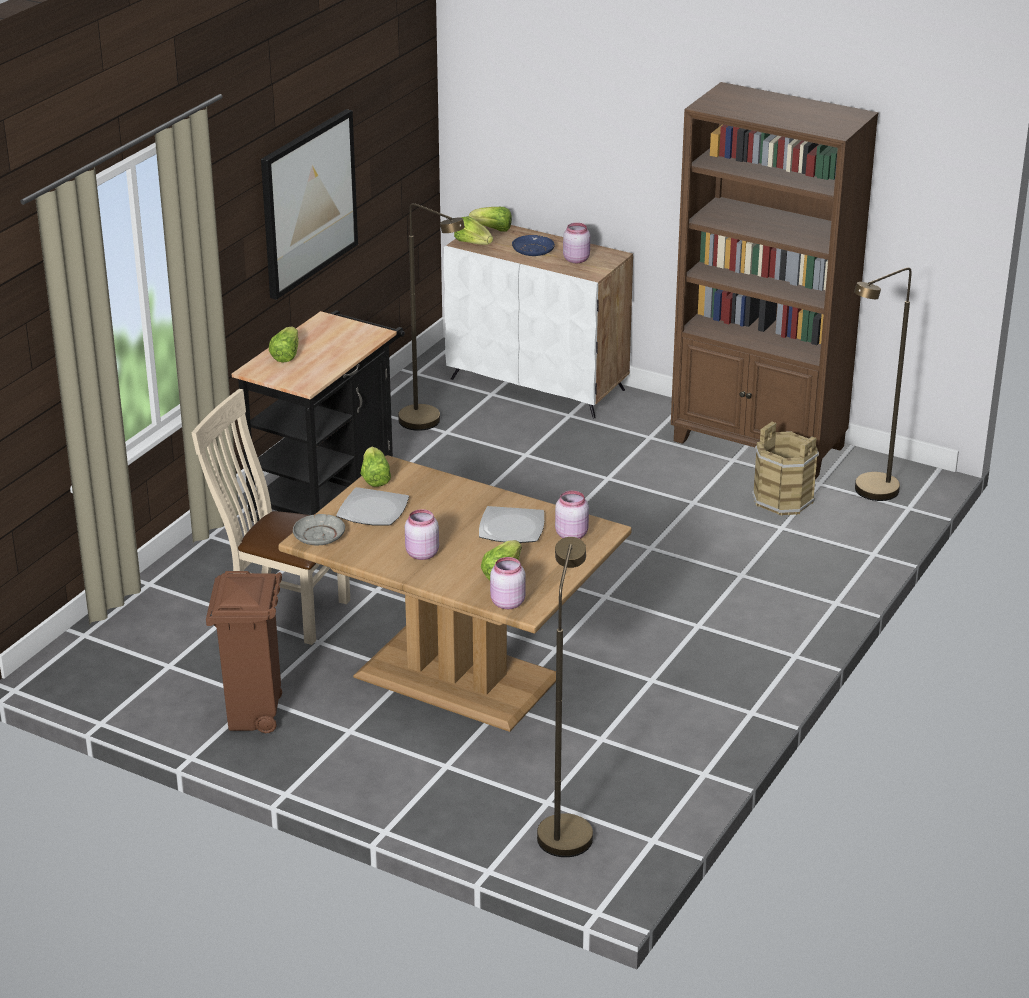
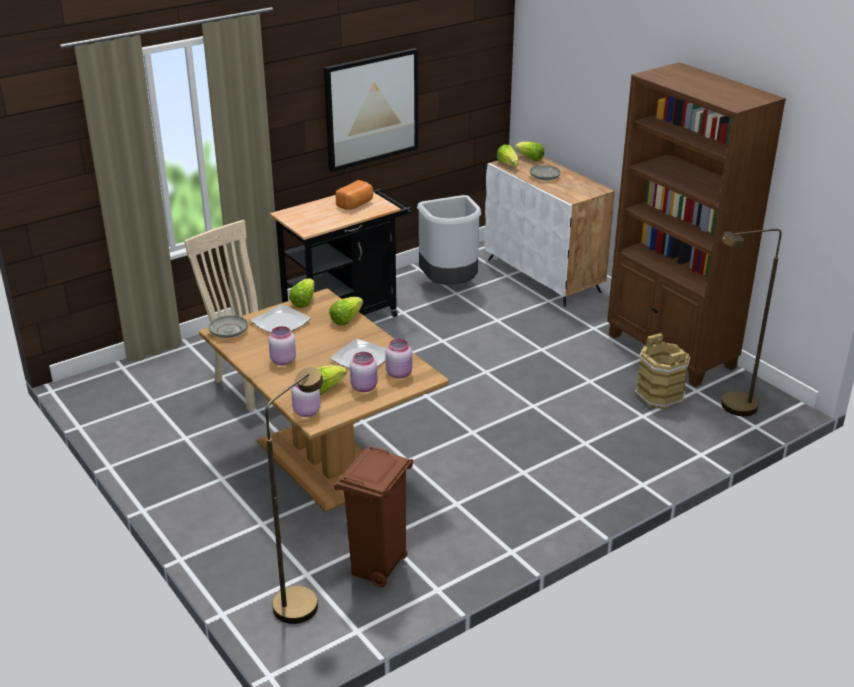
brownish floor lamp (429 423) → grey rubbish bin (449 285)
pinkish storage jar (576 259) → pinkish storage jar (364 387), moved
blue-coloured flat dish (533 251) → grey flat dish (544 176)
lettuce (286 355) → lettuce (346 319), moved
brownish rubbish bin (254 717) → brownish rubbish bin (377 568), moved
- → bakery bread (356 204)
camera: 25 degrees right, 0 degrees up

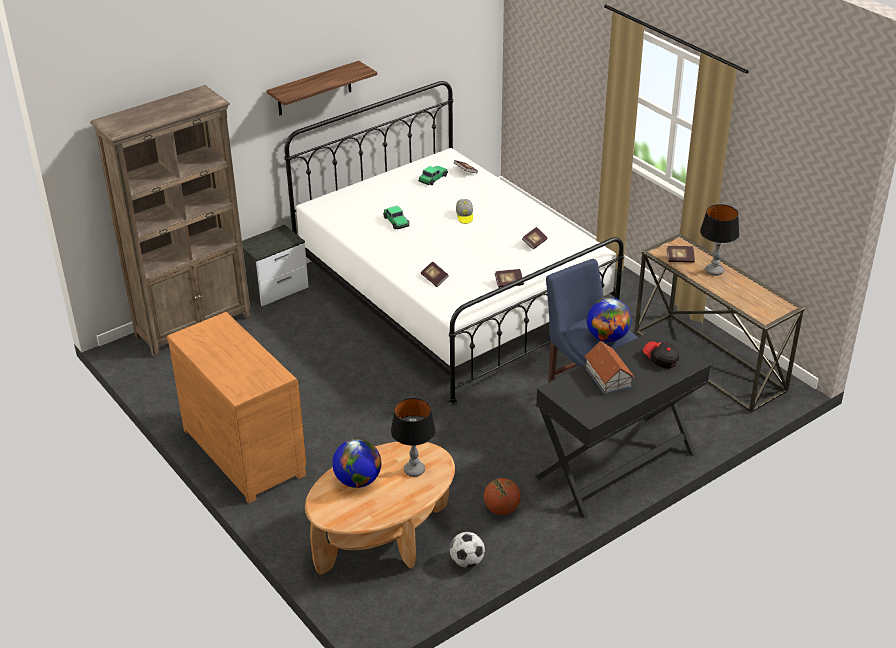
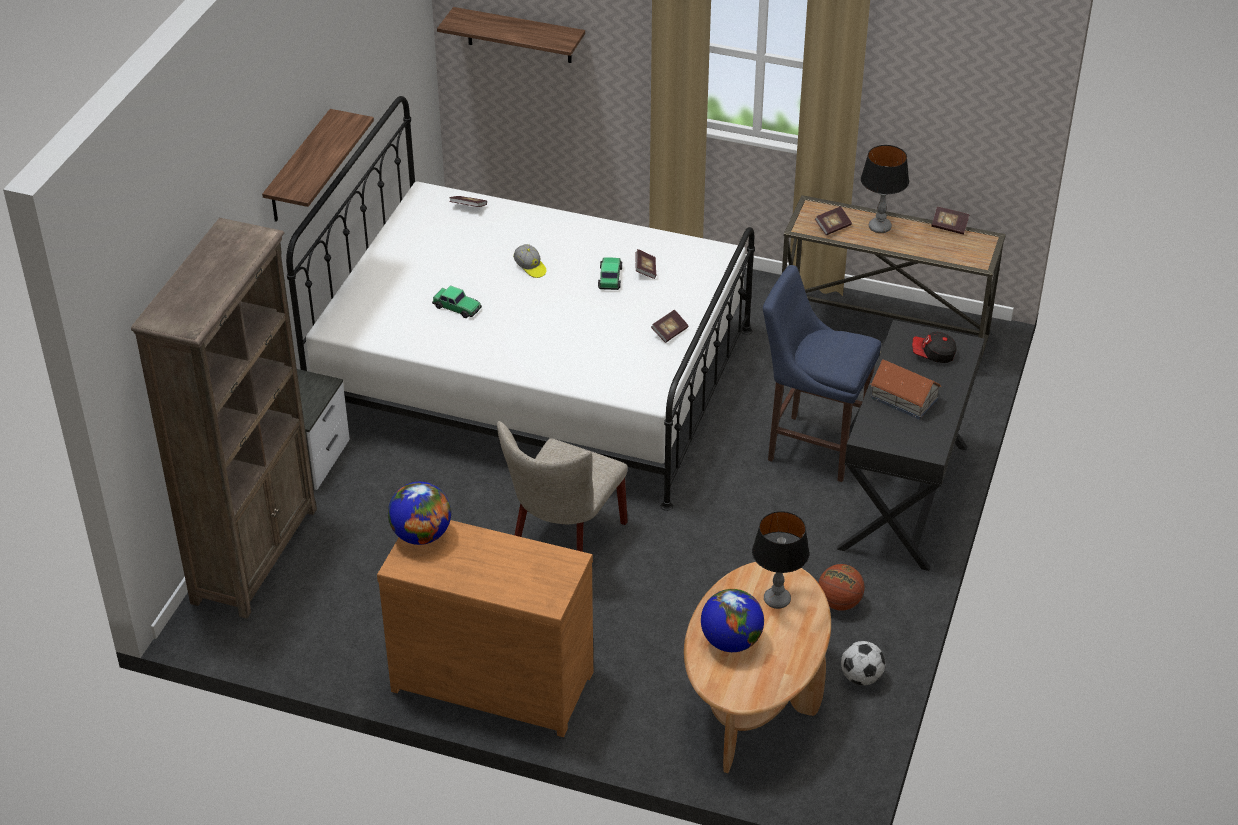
model car (433 178) → model car (610 277), moved
volume (434 279) → volume (949 226), moved
world globe (607 337) → world globe (421 535), moved
- → wall shelf (519 35)
- → beige-coloured plain chair (564 543)
camera: 35 degrees left, 5 degrees up

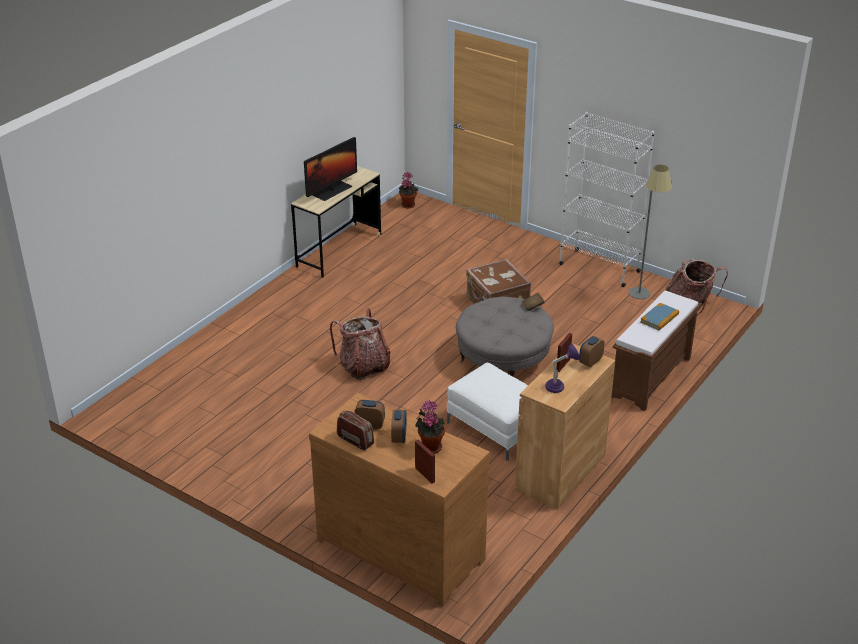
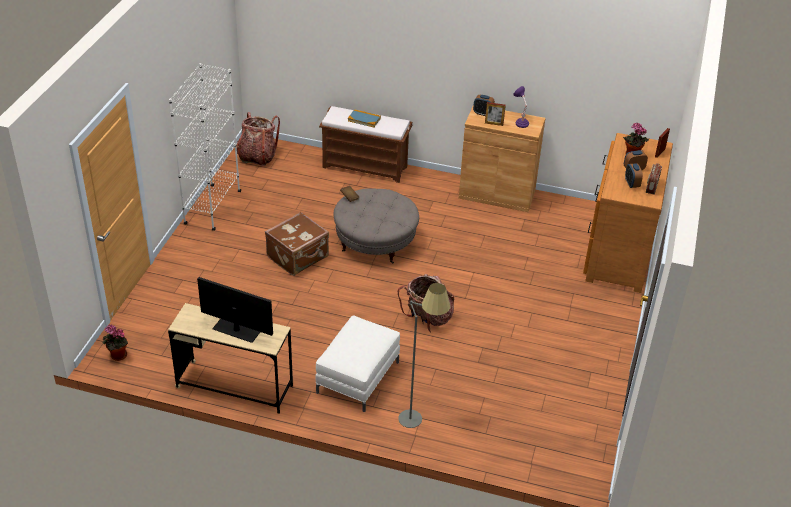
grey floor lamp (643 298) → grey floor lamp (419 414), moved
white-coloured footrest (496 428) → white-coloured footrest (358 377), moved
camera: 110 degrees left, 5 degrees up

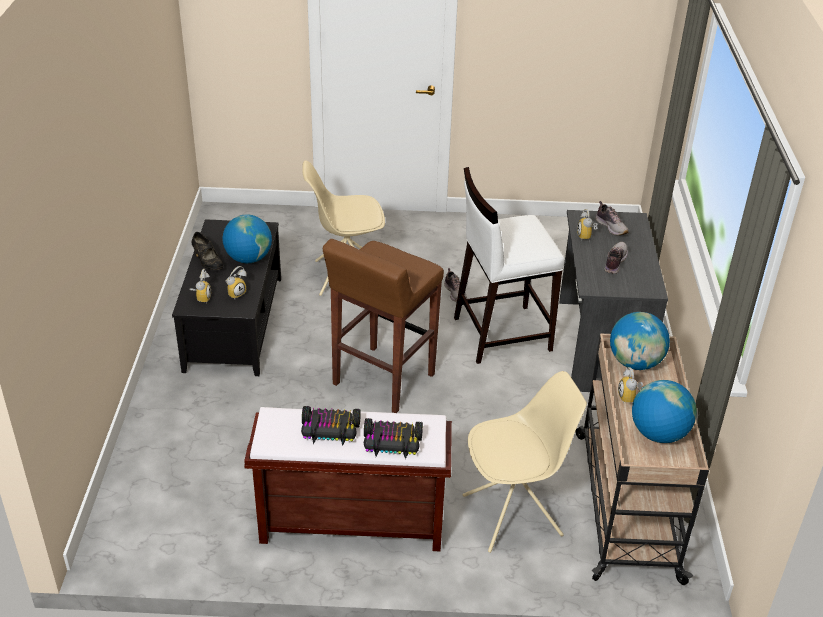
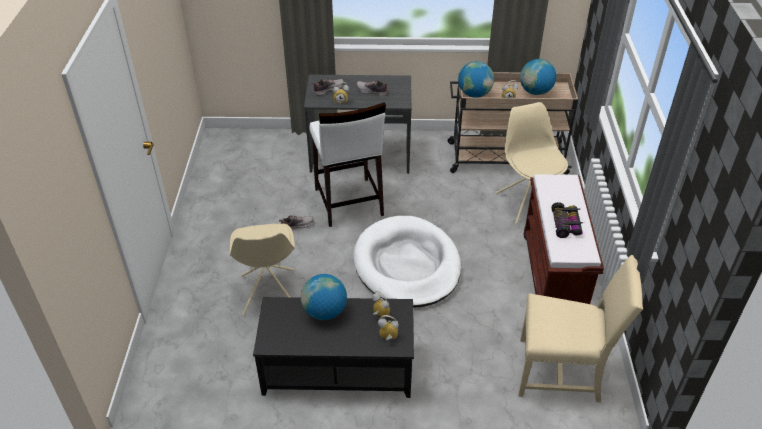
blackish low shoe (207 263) → -
brownish sitting stool (382 380) → white-coloured pet bed (407 265)
model car (392 443) → -
- → beige-coloured plain chair (562 372)
camera: 90 degrees left, 5 degrees up

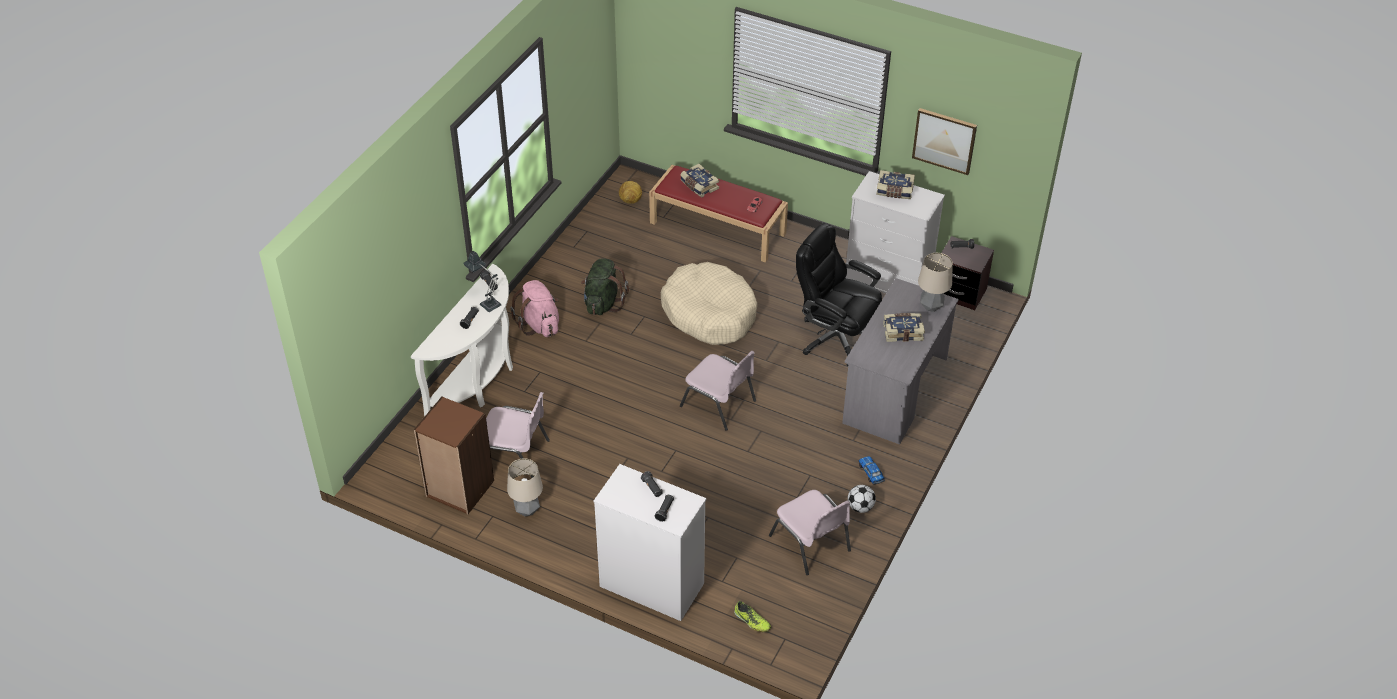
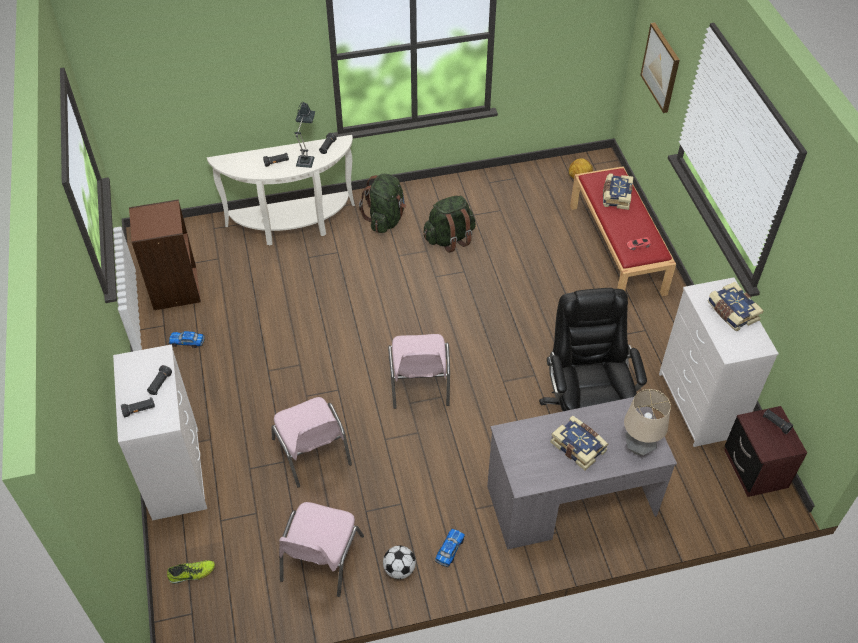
wall art (944 140) → wall art (661 67), moved
beige-coloured pet bed (709 313) → -
pinkish backpack (539 325) → green backpack (386 219)
pinkish plain chair (515 454) → pinkish plain chair (312 452), moved
tabletop lamp (527 510) → model car (187 342)
low shoe (752 621) → low shoe (192 574), 105 degrees counterclockwise
camera: 50 degrees right, 5 degrees up

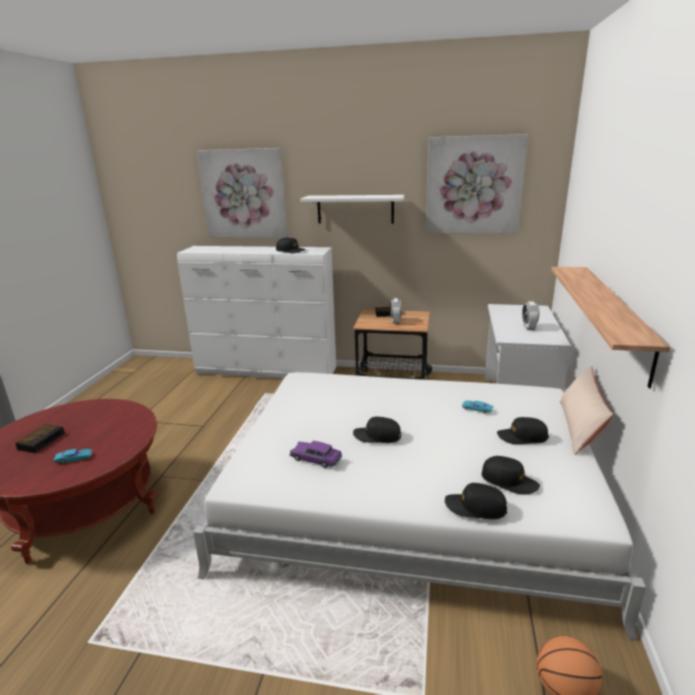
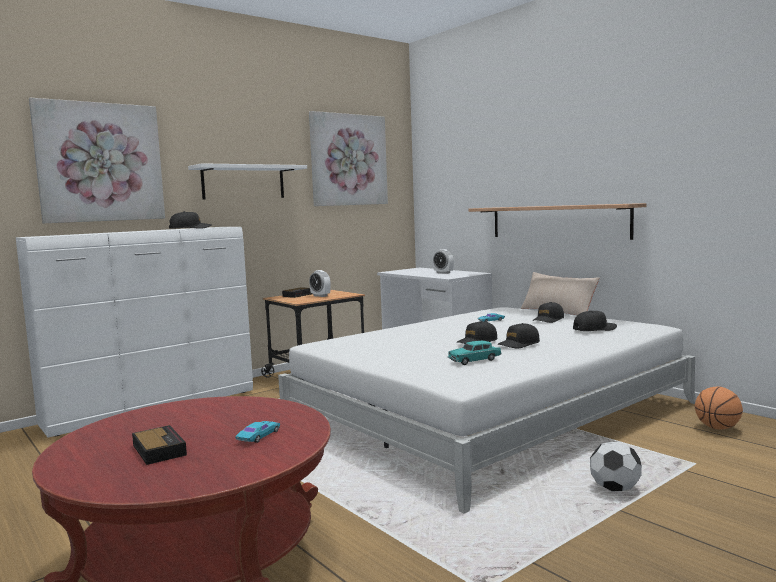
purple model car (316 460) → turquoise model car (474 360)
blackish peaked cap (475 507) → blackish peaked cap (518 344), moved
- → football (615 489)
camera: 50 degrees left, 15 degrees down

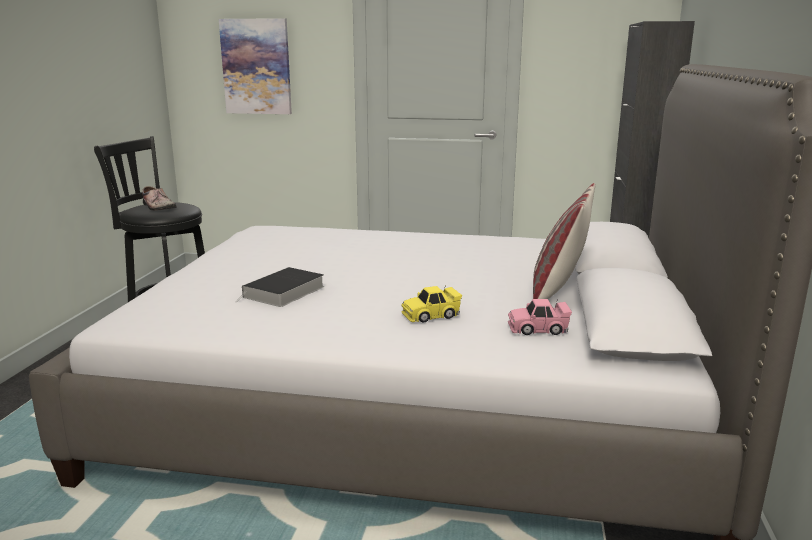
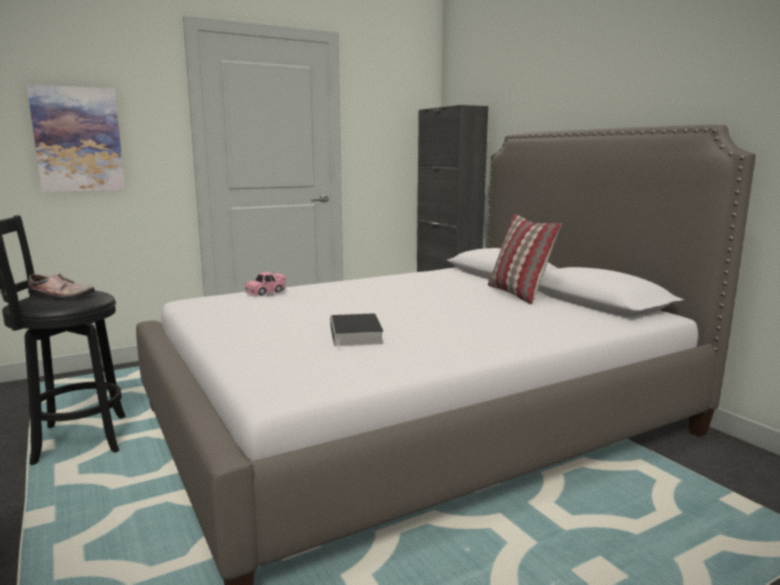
yellow model car (431 315) → -
pinkish model car (538 329) → pinkish model car (265 292), moved
camera: 40 degrees left, 5 degrees down

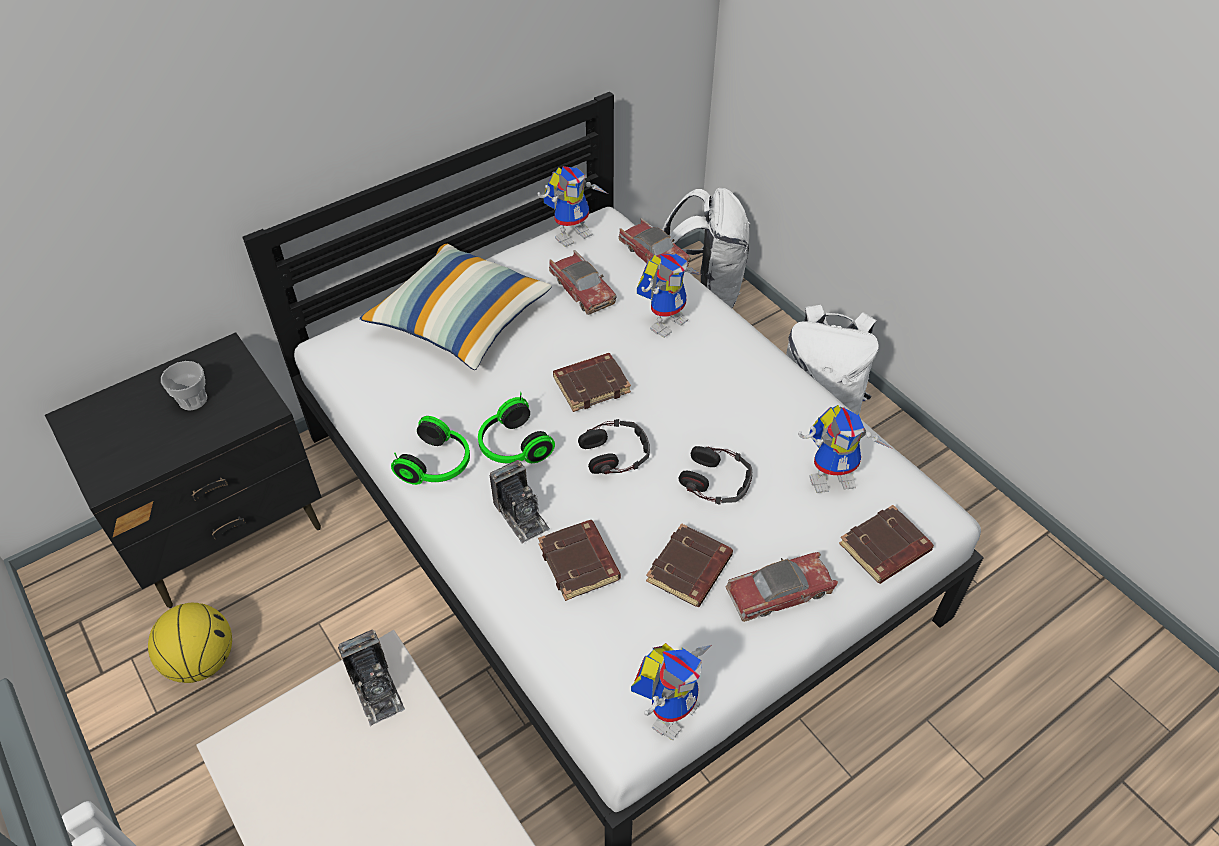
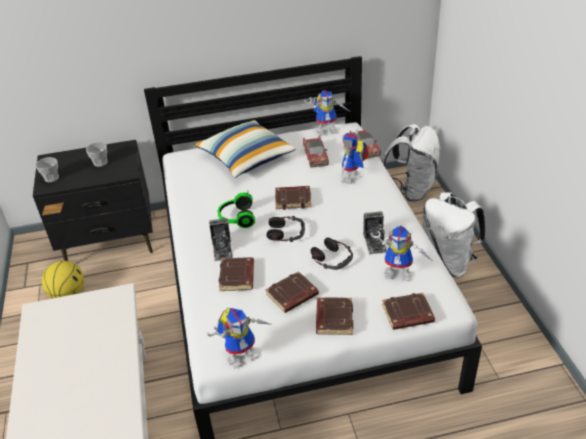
model robot (666 320) → model robot (352 179), 135 degrees clockwise
headset (438 465) → -
model car (779 592) → brownish volume (333 318)
photo camera (376 689) → photo camera (375 242), moved
- → small cup (51 178)
camera: 25 degrees right, 10 degrees down

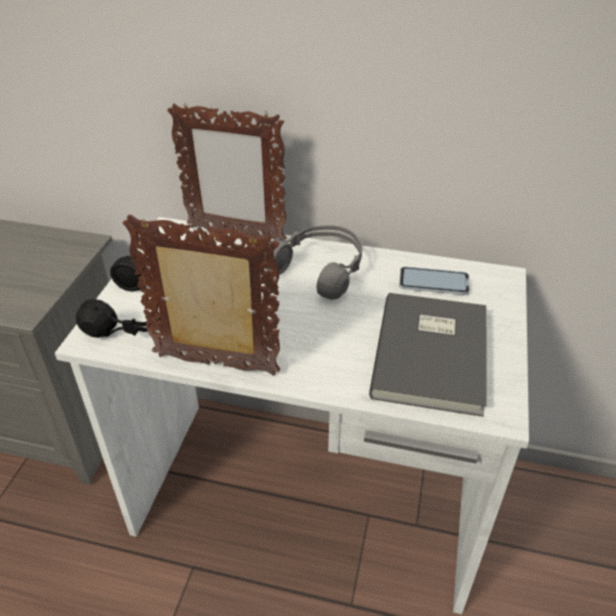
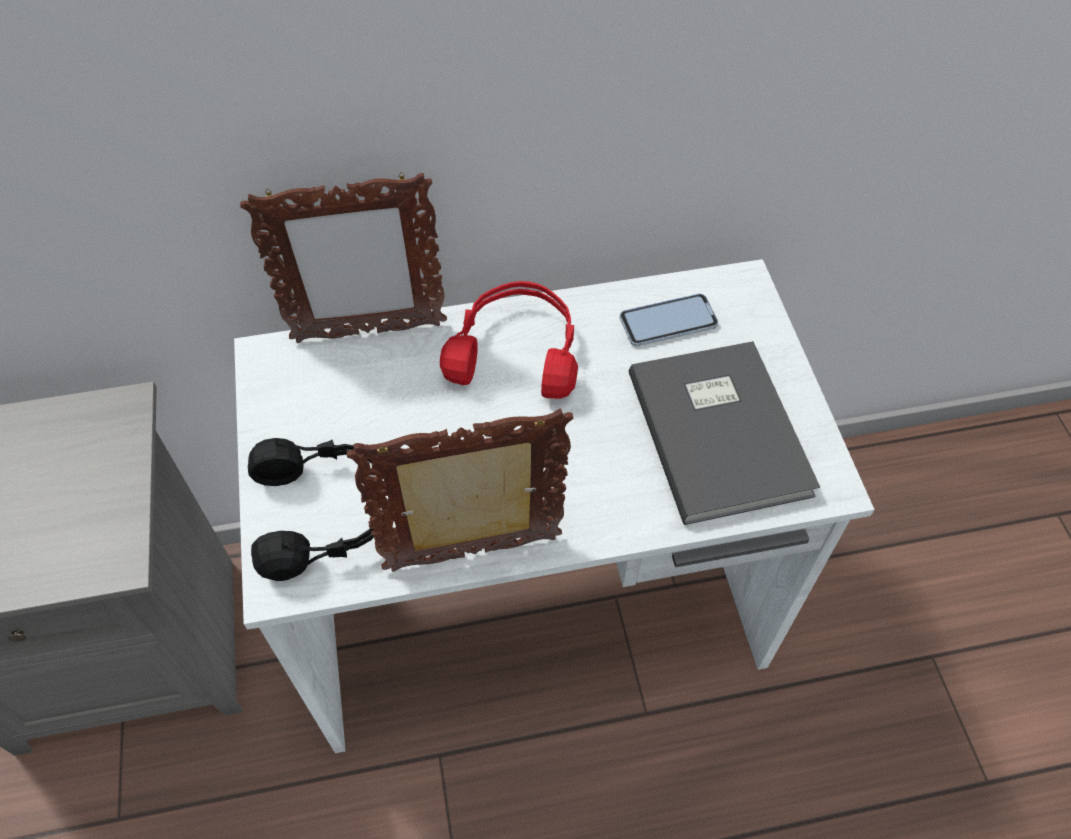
grey headset (320 269) → red-coloured headset (517 351)
camera: 25 degrees left, 15 degrees up

